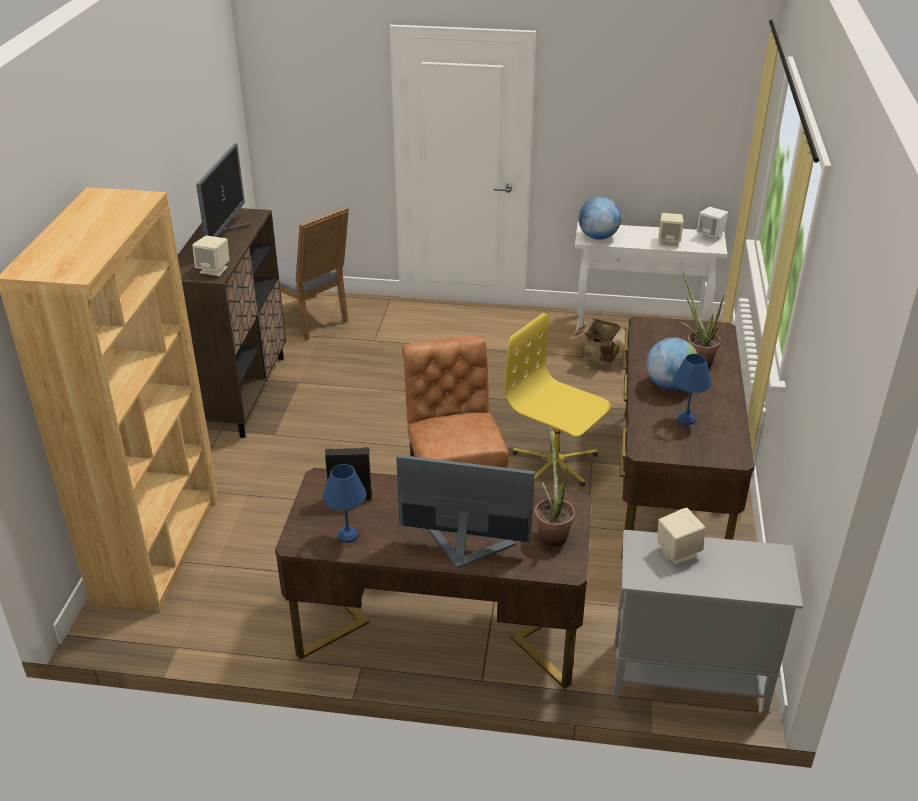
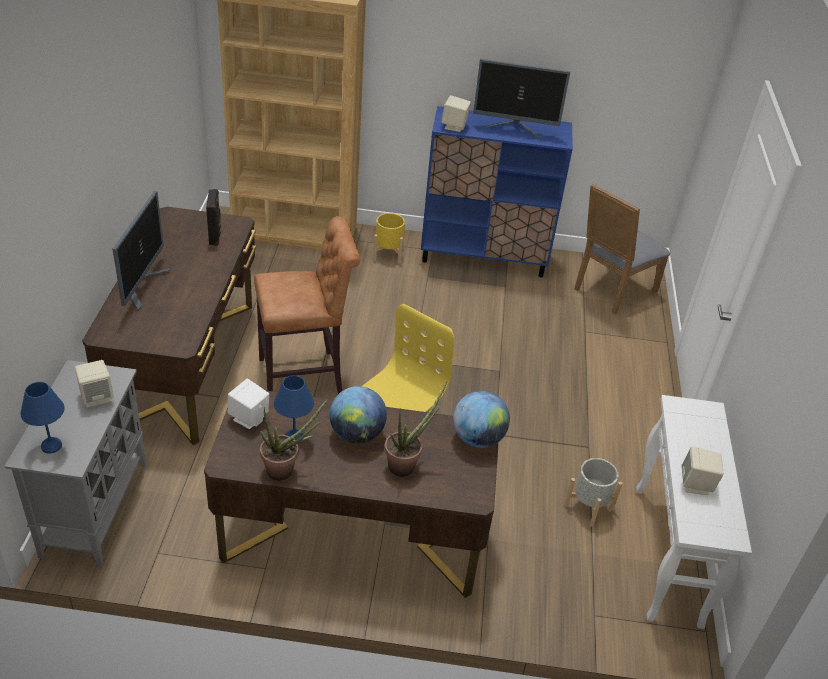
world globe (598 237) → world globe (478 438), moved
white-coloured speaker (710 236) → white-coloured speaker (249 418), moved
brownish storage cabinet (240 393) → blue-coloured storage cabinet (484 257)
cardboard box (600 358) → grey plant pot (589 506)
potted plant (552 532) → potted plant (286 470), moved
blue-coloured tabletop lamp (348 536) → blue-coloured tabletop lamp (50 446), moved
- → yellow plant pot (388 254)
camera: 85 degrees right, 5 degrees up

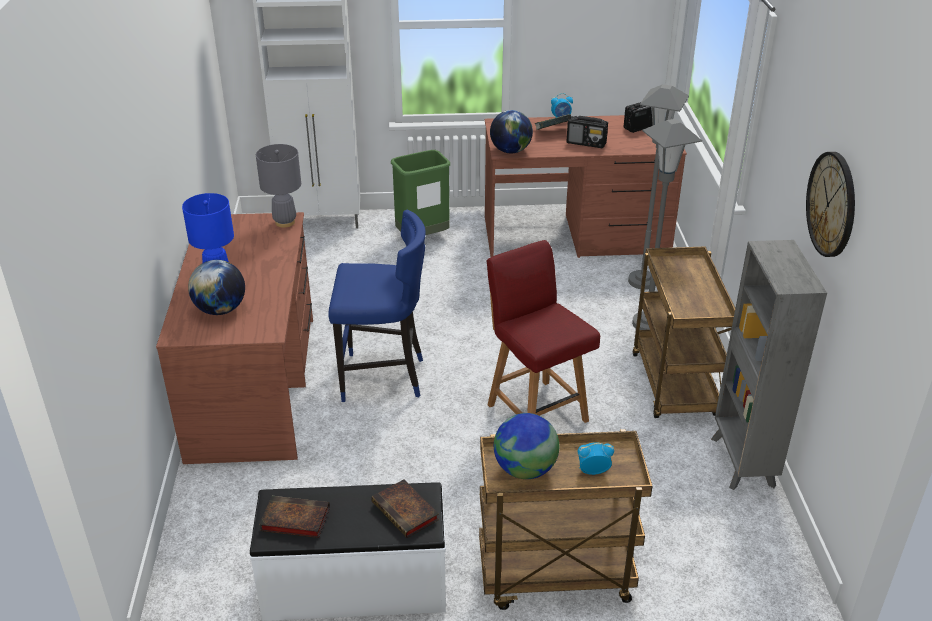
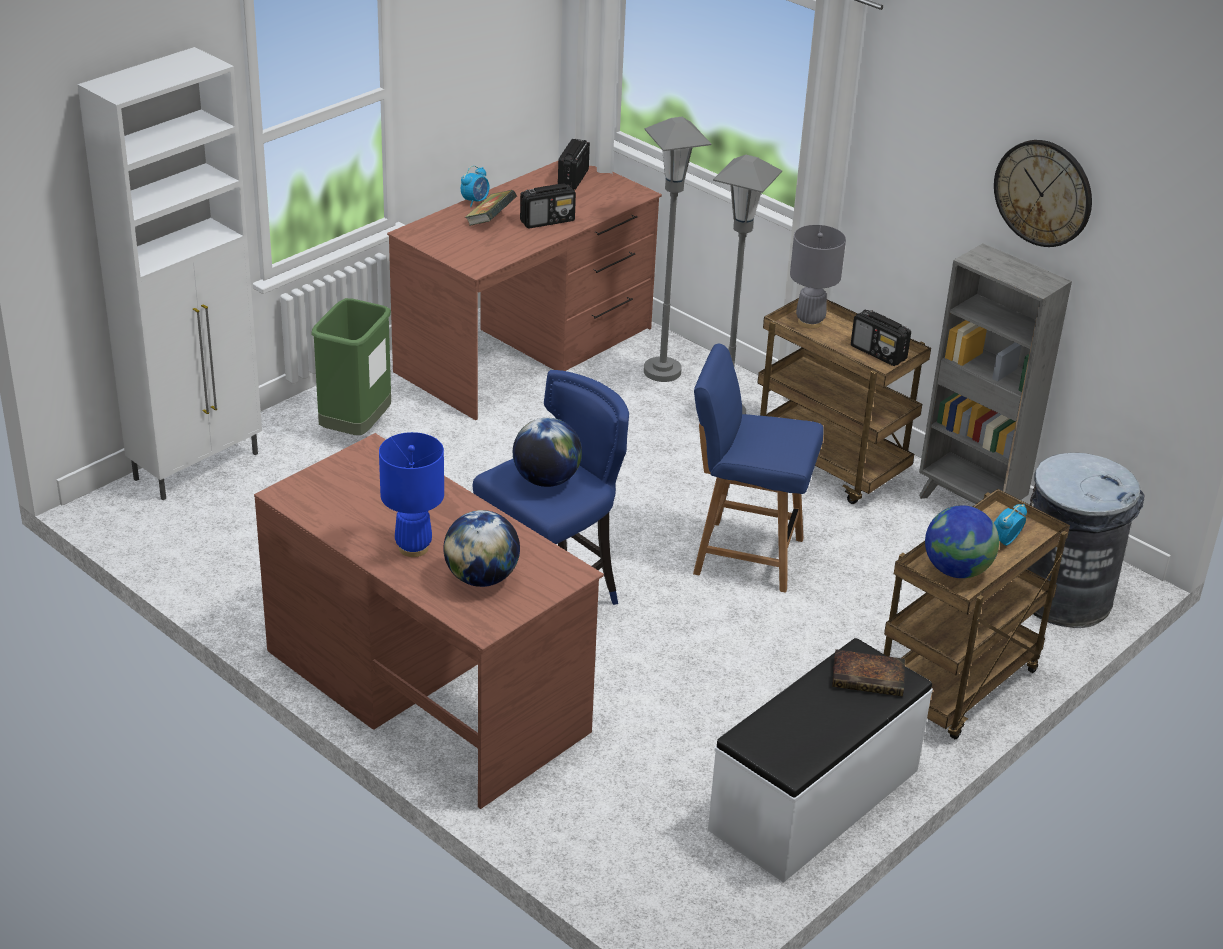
world globe (510 151) → world globe (546 480), moved
grey tabletop lamp (285 222) → grey tabletop lamp (810 322), moved
red-coloured plain chair (536 411) → blue-coloured plain chair (745 555)
volume (293 520) → -
- → radio set (879 353)
- → grey rubbish bin (1063 597)
camera: 45 degrees left, 0 degrees up

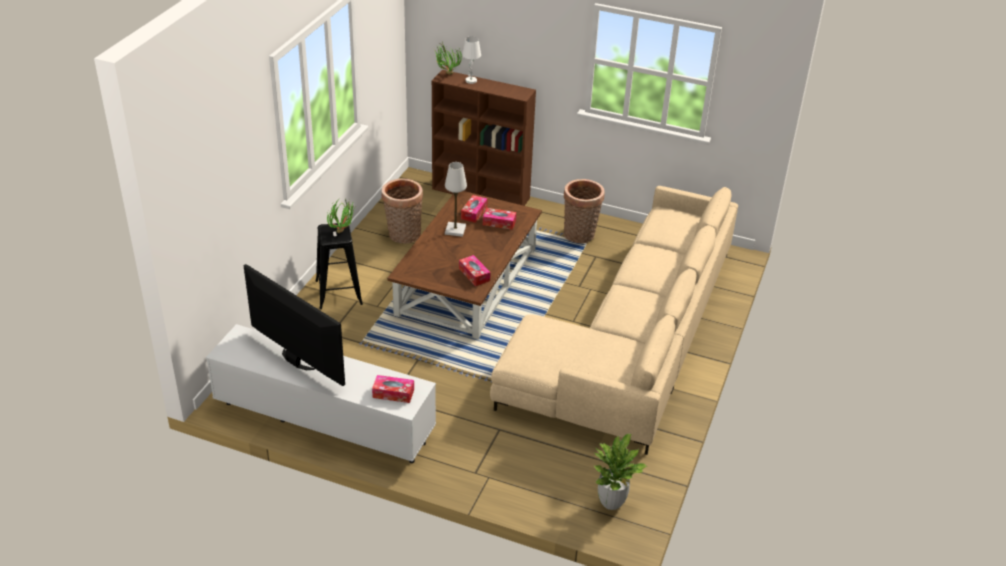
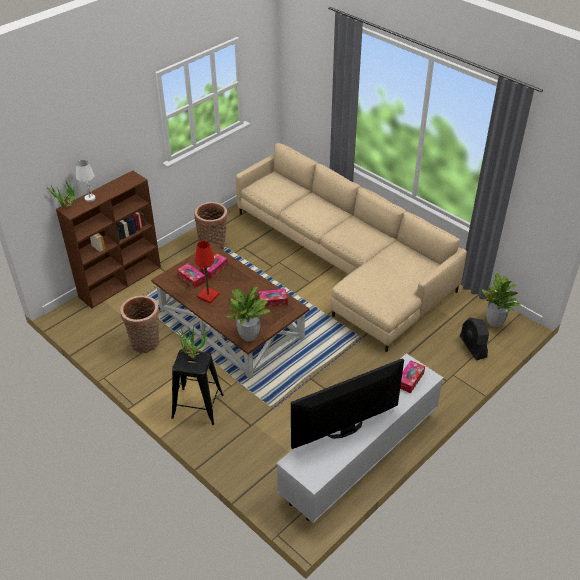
white-coloured tabletop lamp (455 230) → red-coloured tabletop lamp (208 296)
- → potted plant (248 336)
- → blackish cooling fan (473 347)
camera: 65 degrees left, 5 degrees up

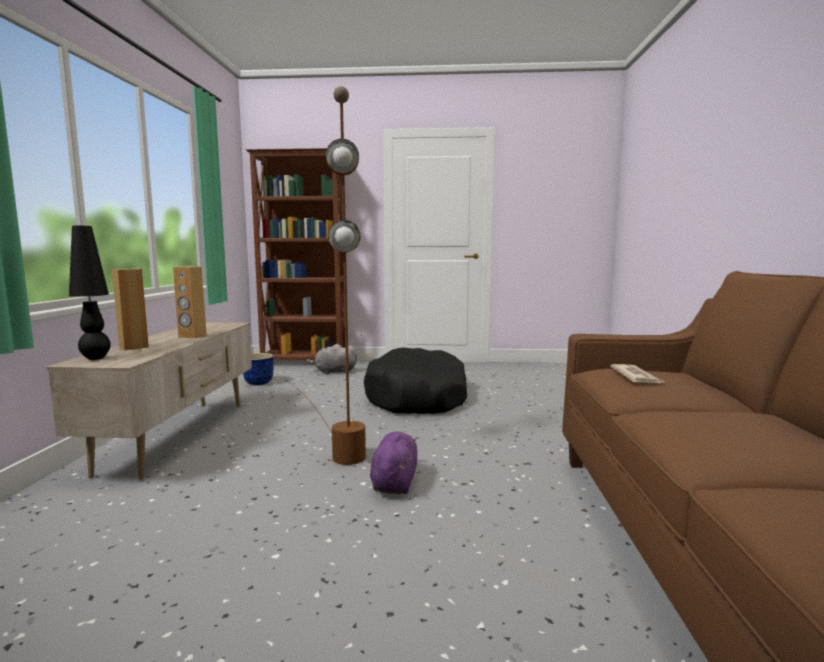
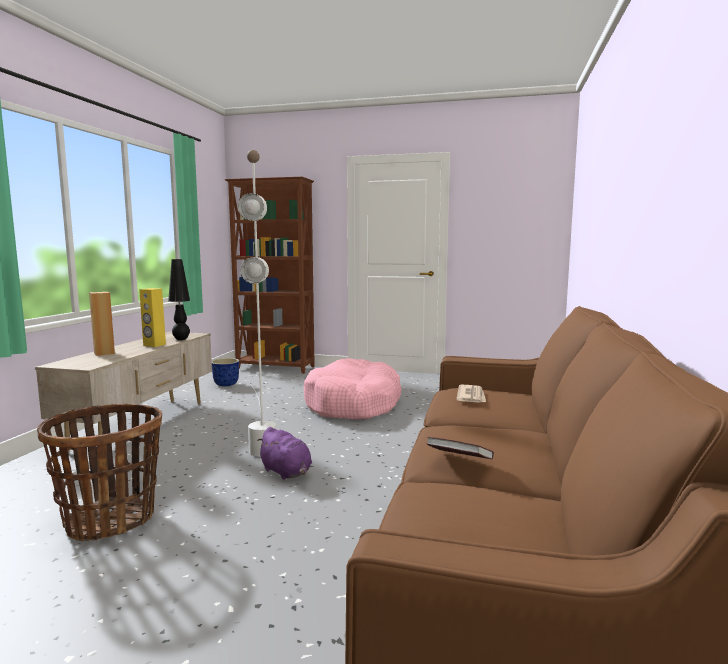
brownish floor lamp (327 428) → white-coloured floor lamp (260 426)
blackish tabletop lamp (96 358) → blackish tabletop lamp (181 339), moved
brownish speaker (192 336) → yellow speaker (154 345)
grey plush toy (333 372) → -
blackish pet bed (417 397) → pinkish pet bed (353 404)
purple plush toy (394 482) → purple plush toy (287 472), 120 degrees clockwise
- → storage basket (110 520)
- → volume (459 460)
camera: 10 degrees right, 0 degrees up

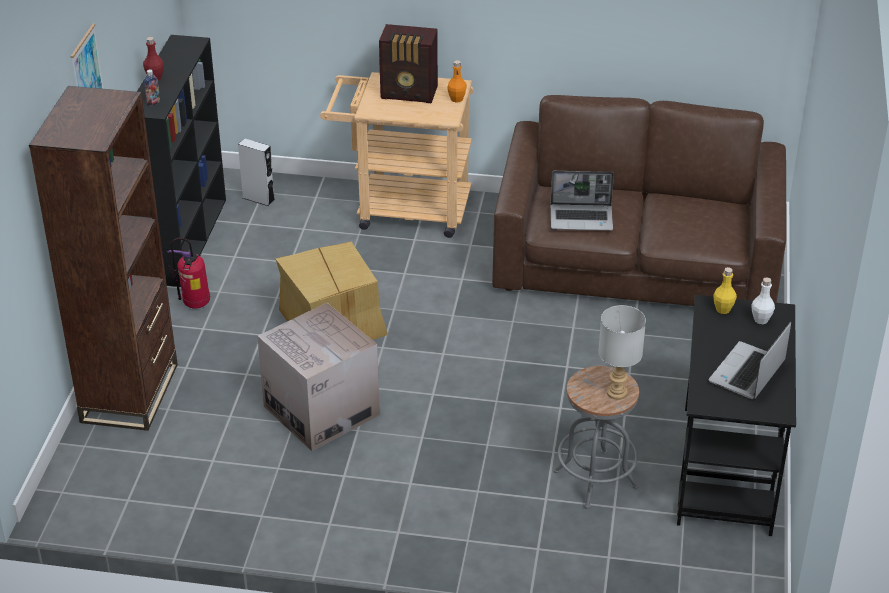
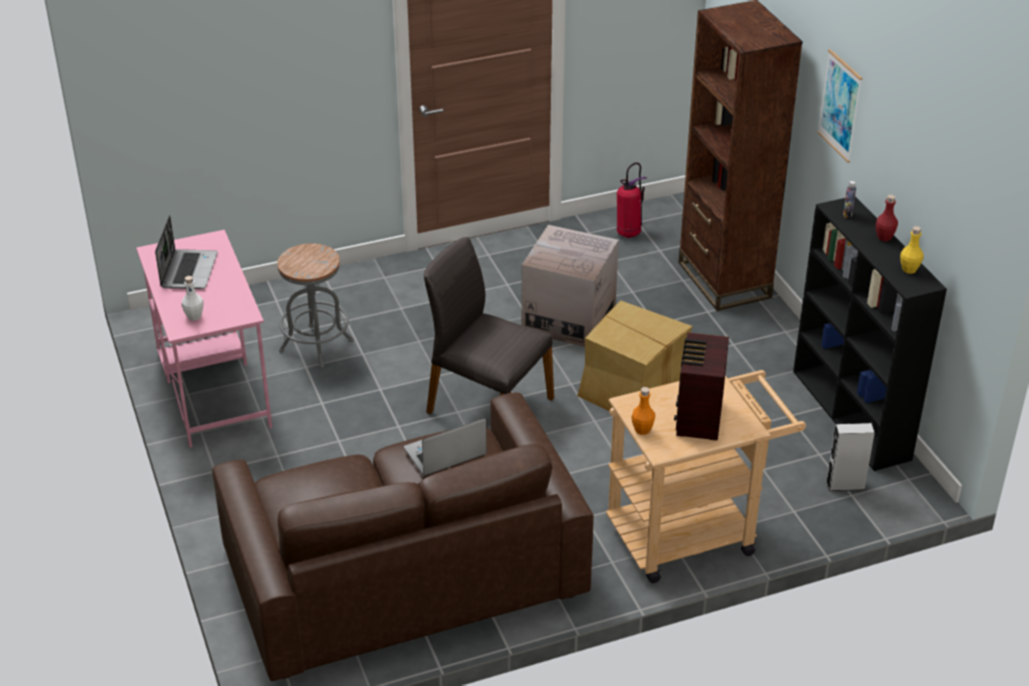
radio set (410 93) → radio set (698 419), 60 degrees counterclockwise
extinguisher (194 305) → extinguisher (628 233), moved
yellow beverage bottle (723 309) → yellow beverage bottle (909 269), moved
blackish desk table (726 470) → pinkish desk table (213 389)
grey tabletop lamp (618 393) → -
- → grey plain chair (487 405)
camera: 150 degrees right, 0 degrees up

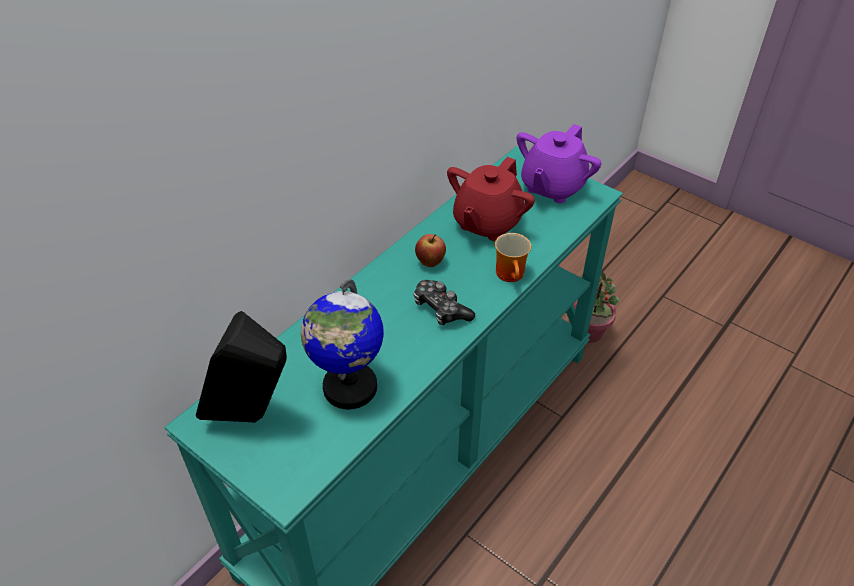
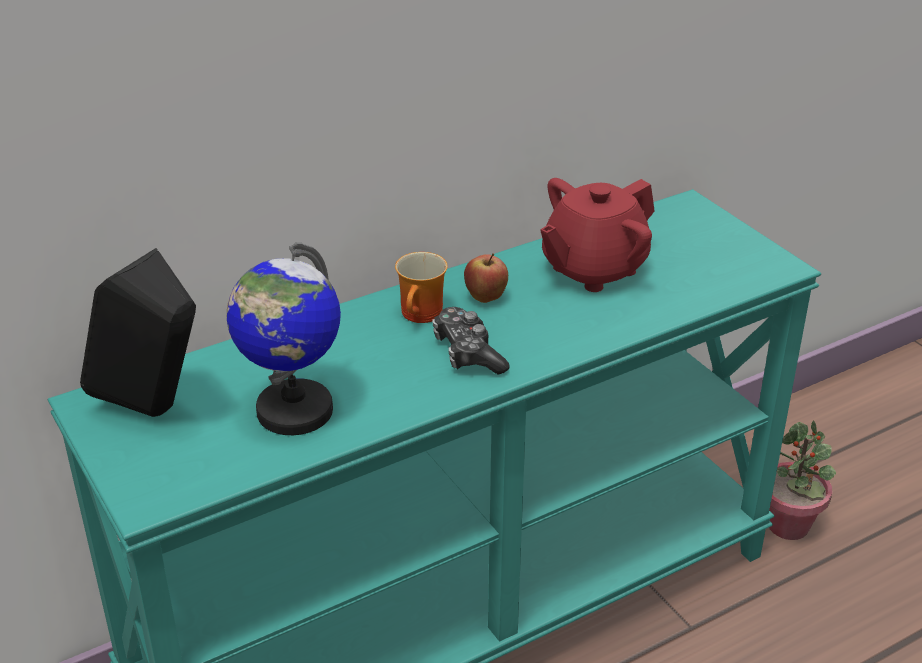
purple pot for tea (552 187) → -
mug (512 275) → mug (423 315), moved
camera: 20 degrees right, 10 degrees down

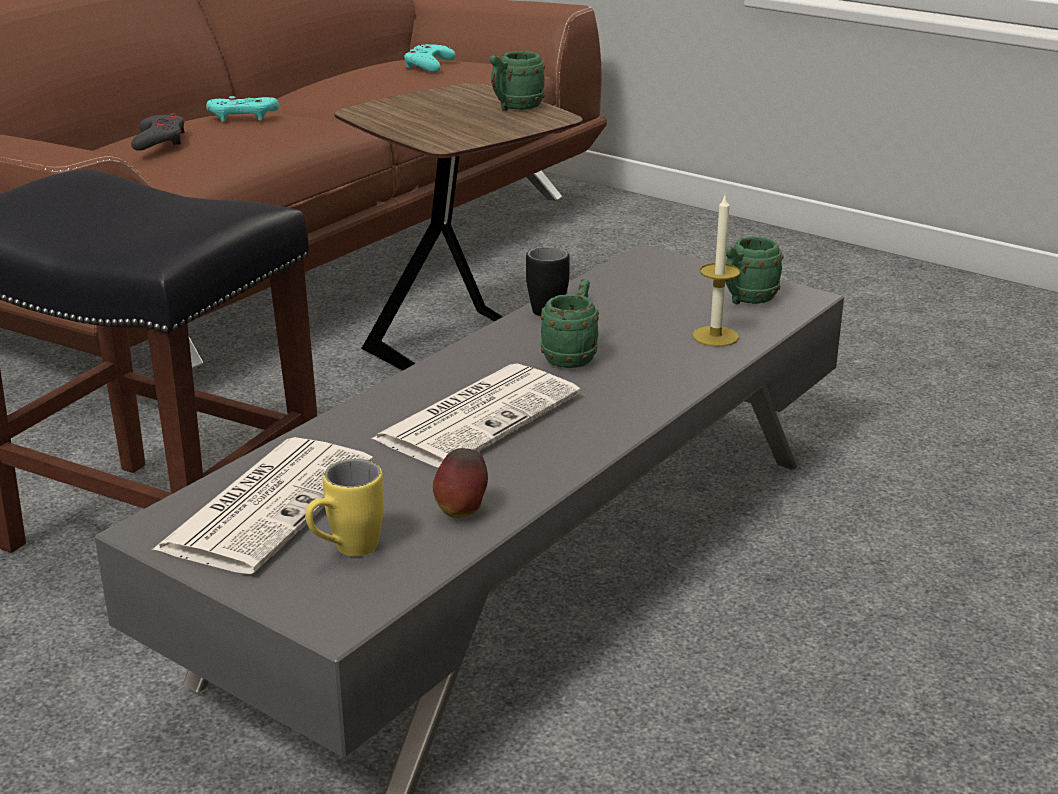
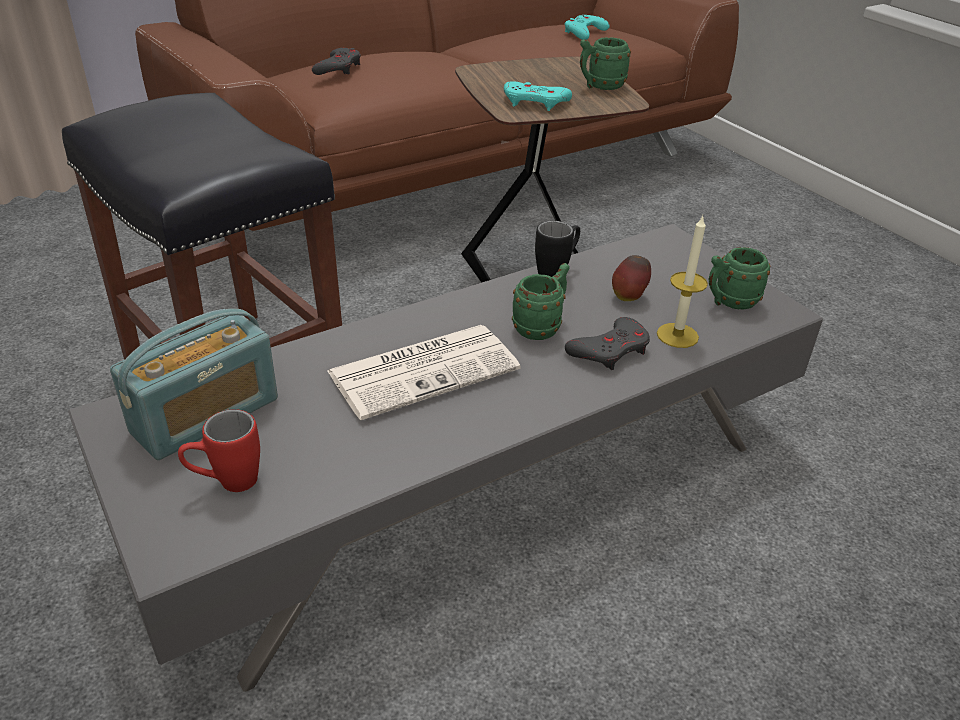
turquoise game controller (243 115) → turquoise game controller (535 102), moved
daily paper (268 504) → radio set (205 416)
apple (462 512) → apple (628 297), moved
yellow mug (346 551) → red-coloured mug (226 483)
- → grey game controller (610 350)
camera: 20 degrees right, 10 degrees up

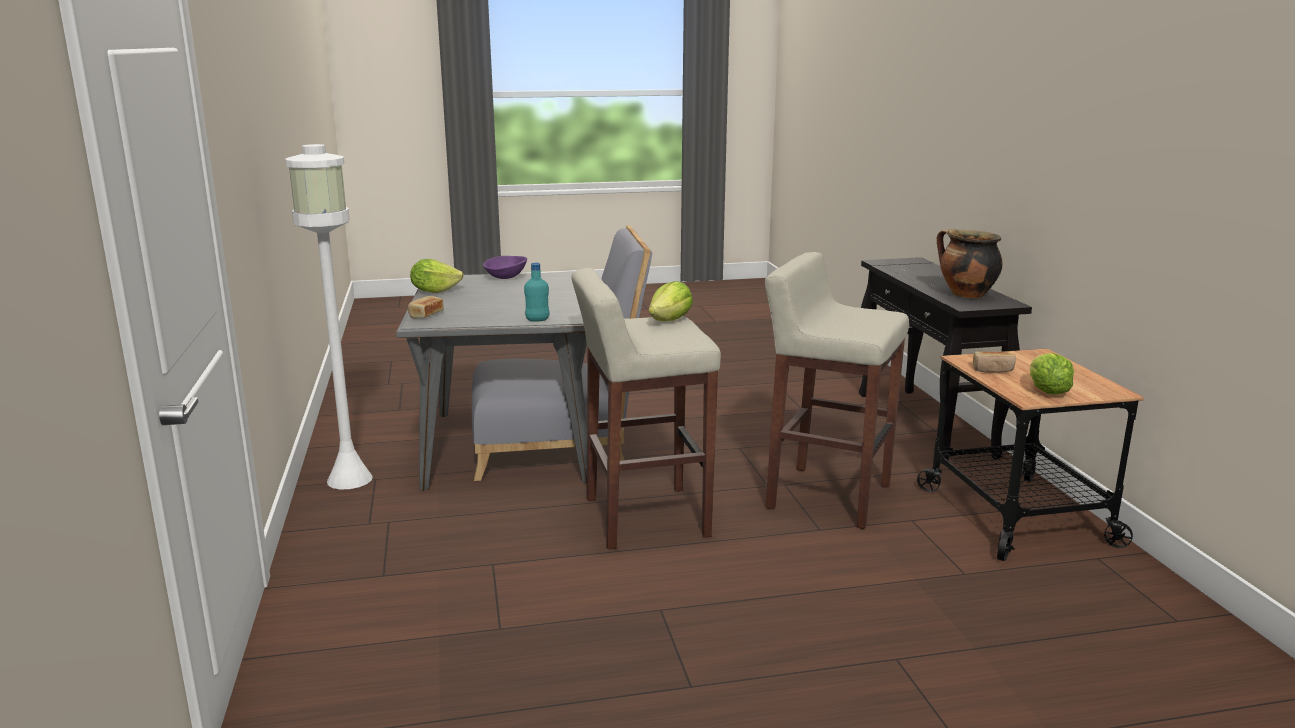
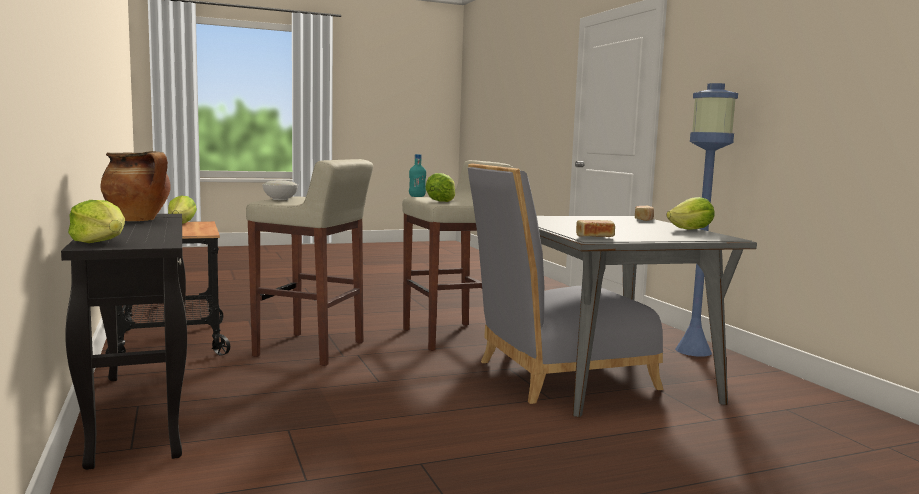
white-coloured floor lamp (350 479) → blue-coloured floor lamp (693 351)
purple serving bowl (506 278) → -
turquoise beverage bottle (537 320) → turquoise beverage bottle (417 196), moved
bakery bread (992 370) → bakery bread (594 237), moved
- → white-coloured serving bowl (281 199)
- → lettuce (101 242)
camera: 170 degrees right, 10 degrees down

